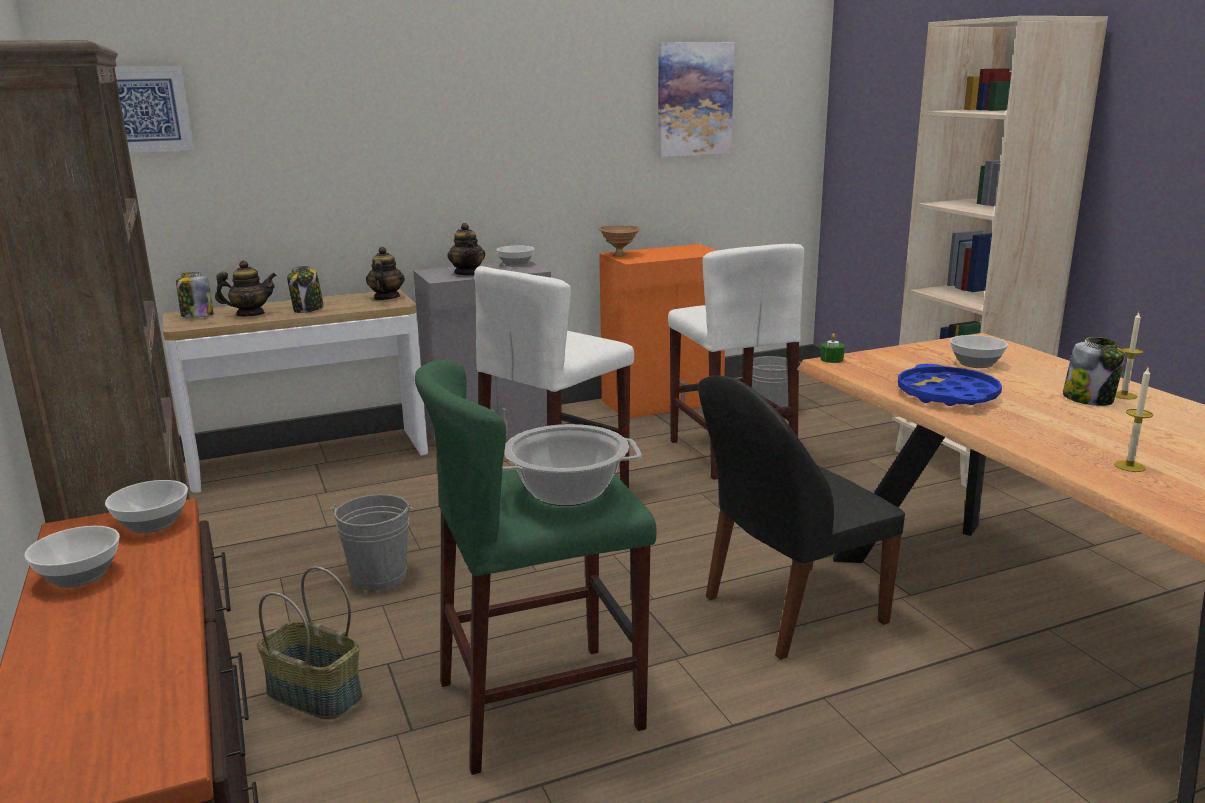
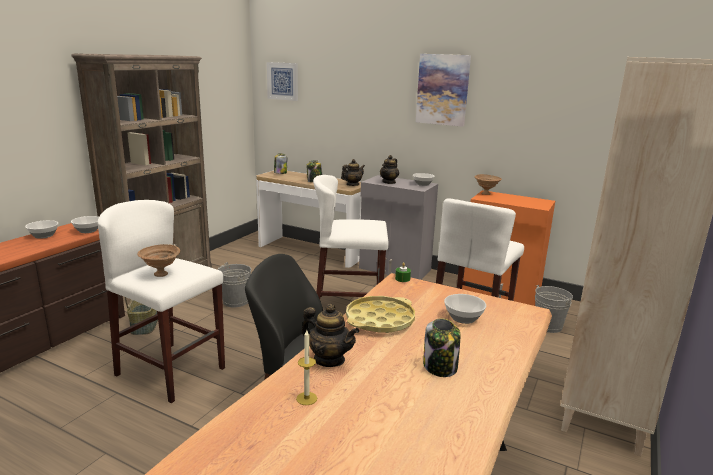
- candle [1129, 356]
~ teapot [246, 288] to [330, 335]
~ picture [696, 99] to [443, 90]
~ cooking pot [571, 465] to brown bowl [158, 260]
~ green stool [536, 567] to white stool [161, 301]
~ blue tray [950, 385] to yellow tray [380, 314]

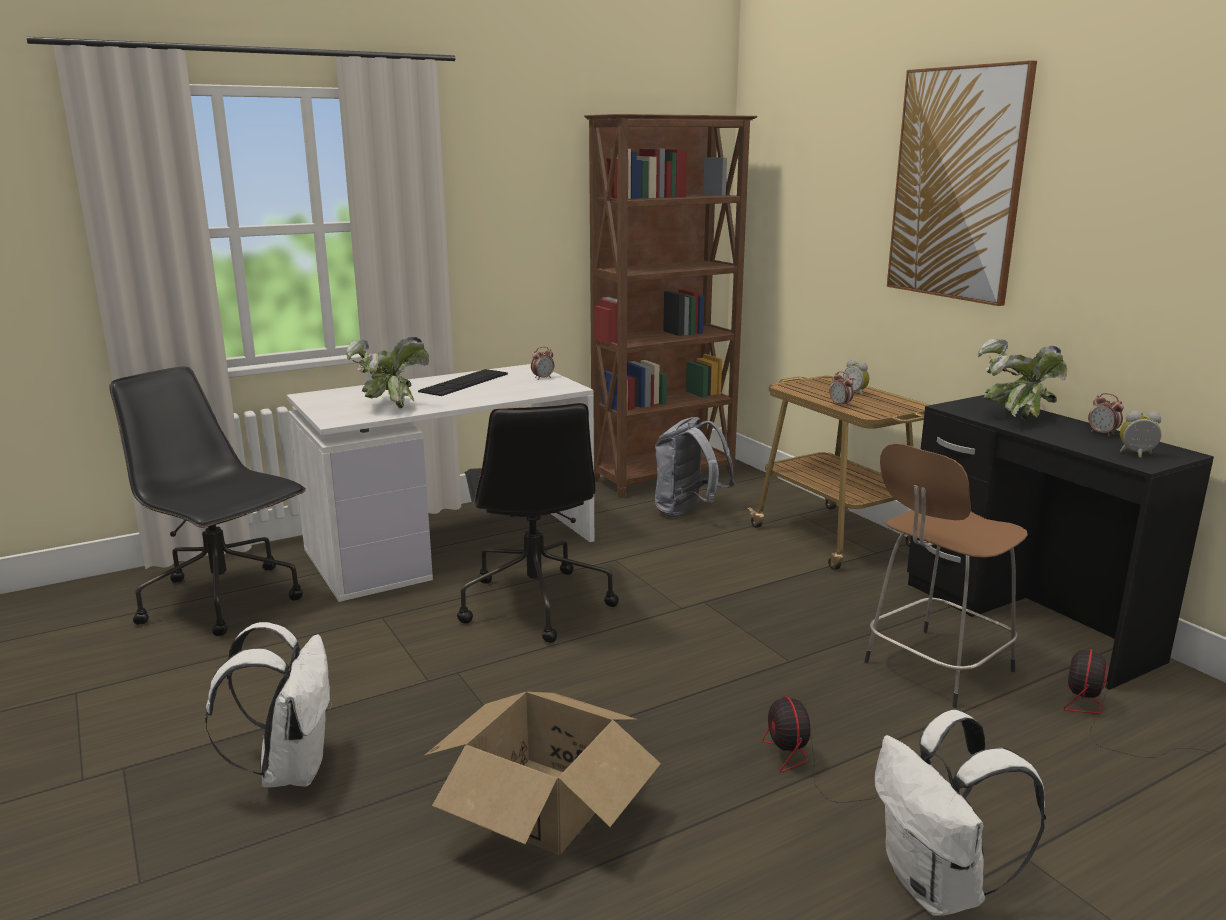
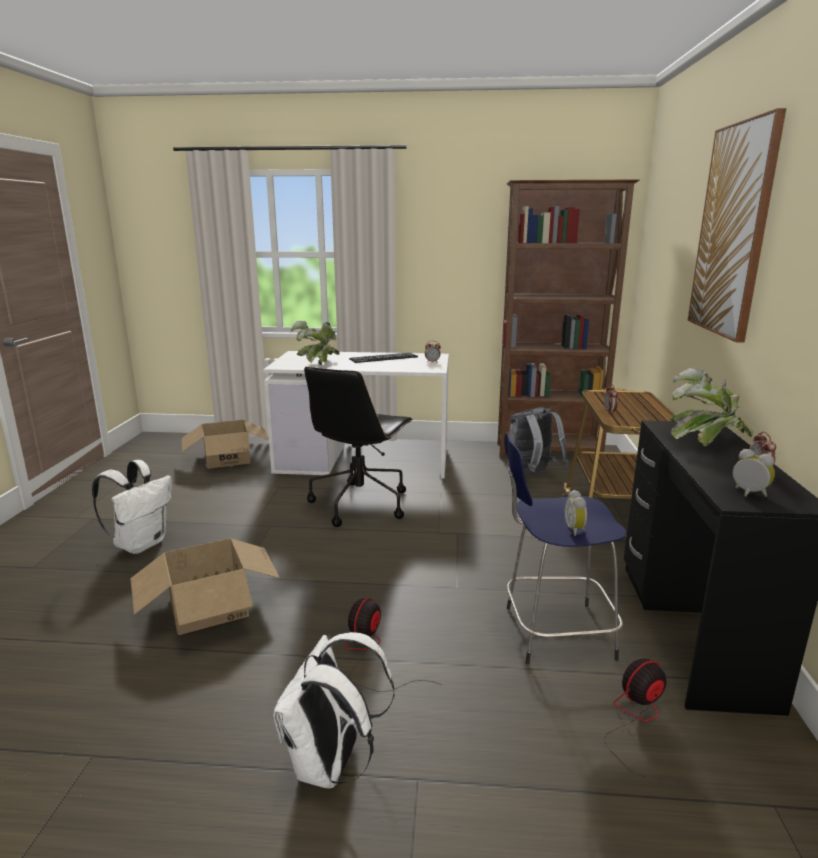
~ alarm clock [856, 378] to [576, 513]
~ black office chair [207, 501] to cardboard box [225, 444]
~ brown stool [946, 575] to blue stool [565, 549]

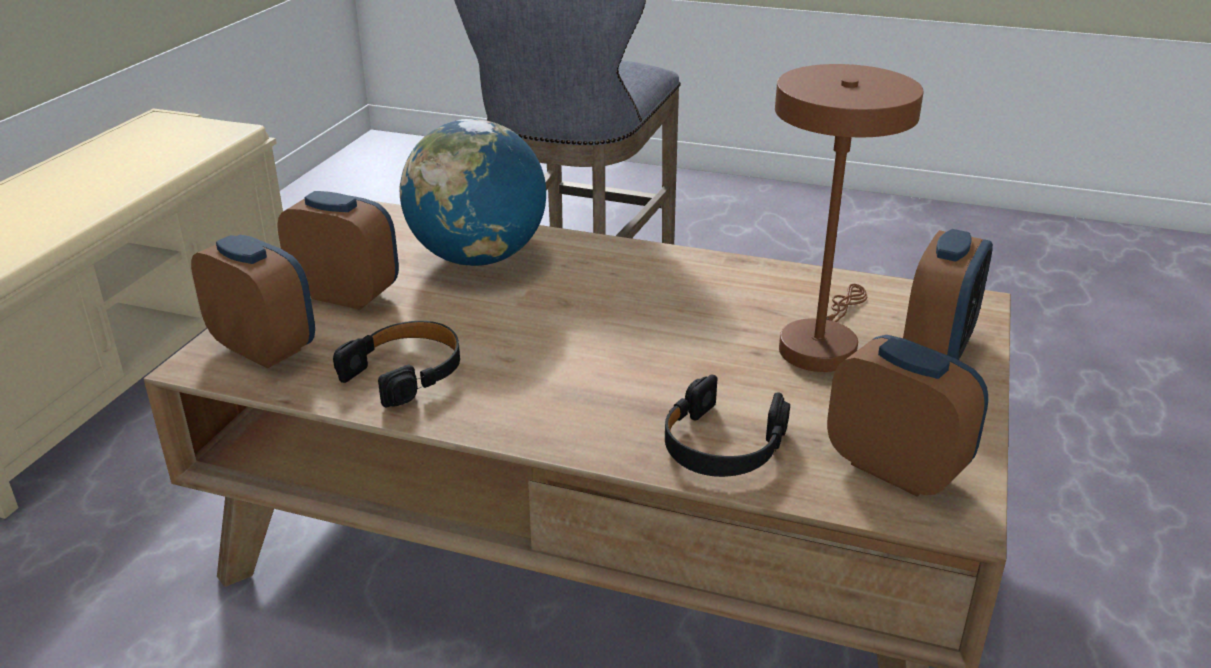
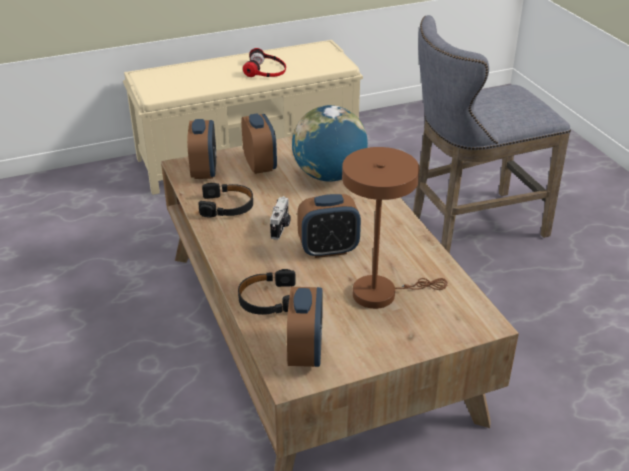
+ headphones [264, 62]
+ photo camera [280, 218]
~ alarm clock [948, 294] to [329, 226]

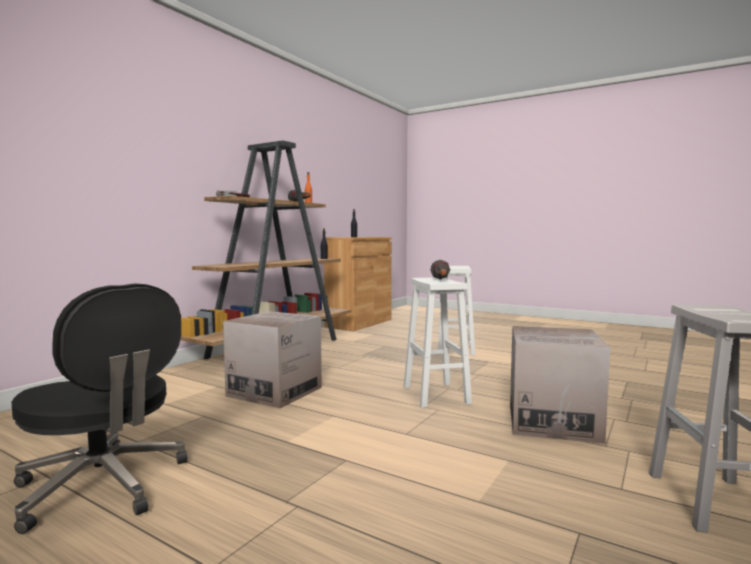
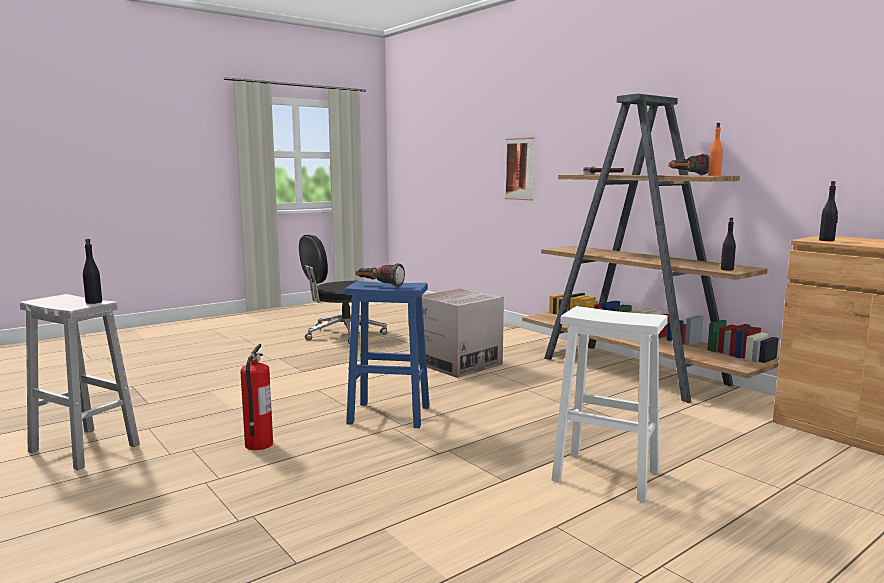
+ black bottle [92, 271]
+ picture [519, 169]
~ cardboard box [560, 385] to fire extinguisher [256, 397]
~ white stool [438, 343] to blue stool [387, 354]

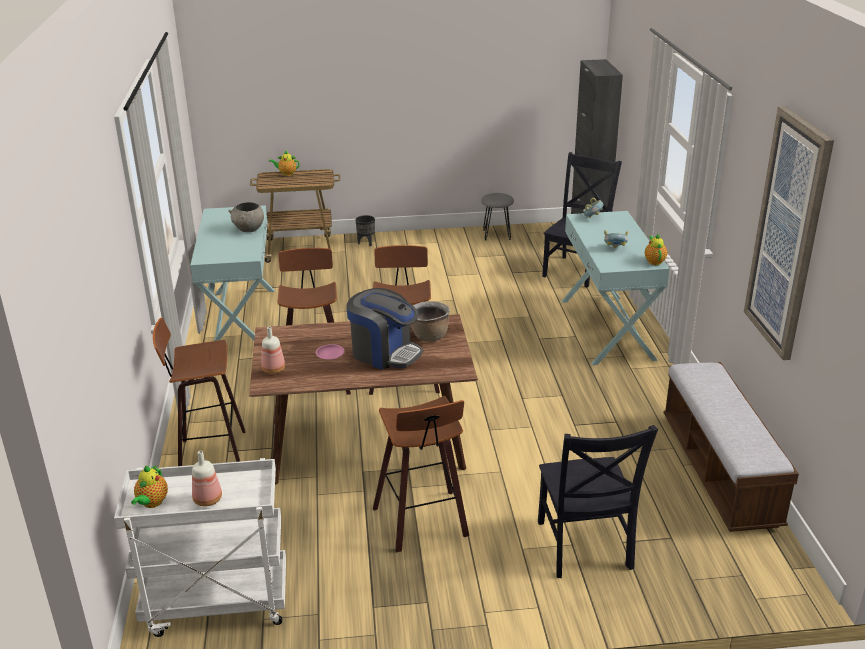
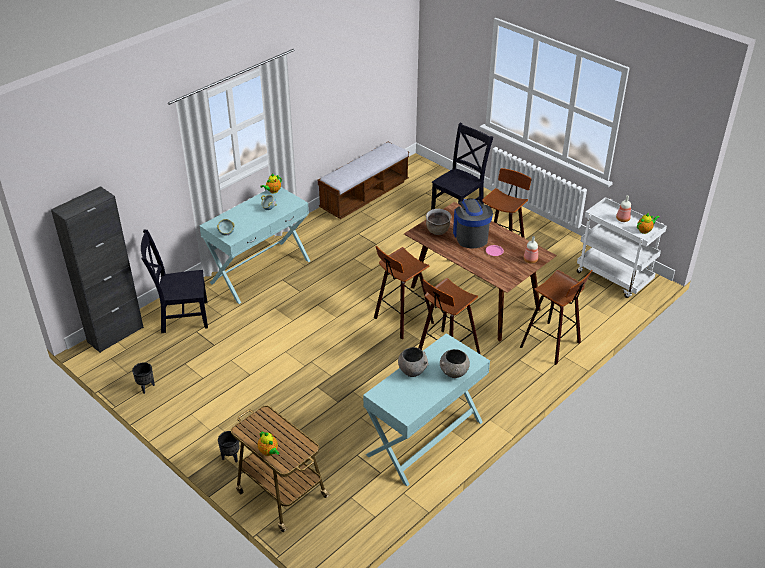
- picture [789, 233]
+ grey bowl [455, 363]
~ grey stool [497, 217] to black planter [143, 378]

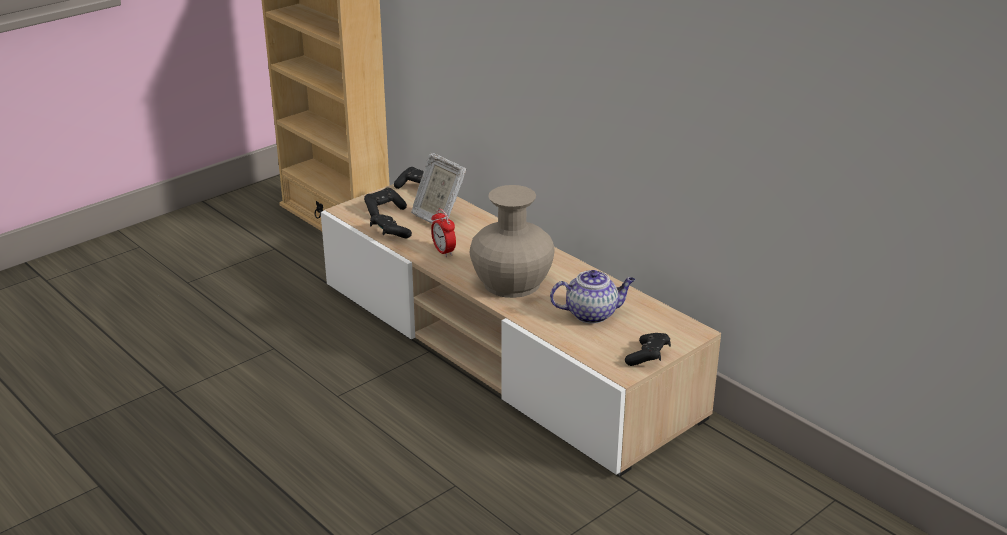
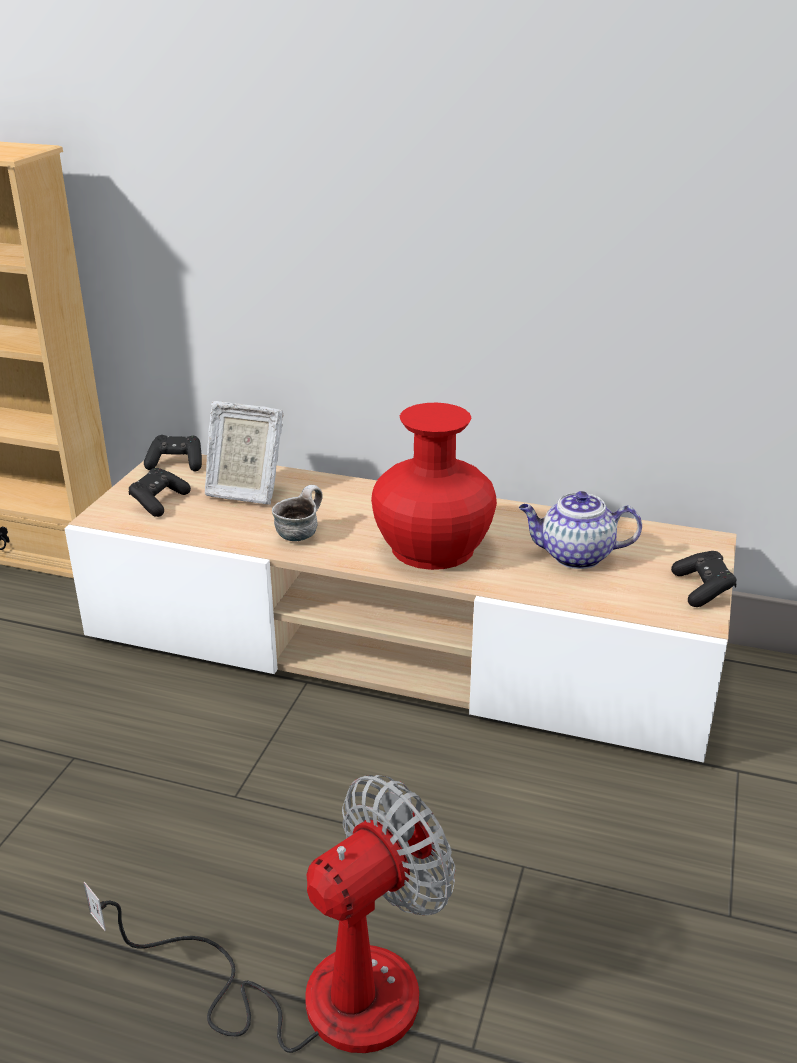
- black game controller [391, 226]
+ fan [269, 914]
~ alarm clock [443, 232] to mug [297, 513]
~ beige vase [512, 241] to red vase [434, 486]
~ teapot [592, 297] = [580, 530] 135 degrees counterclockwise

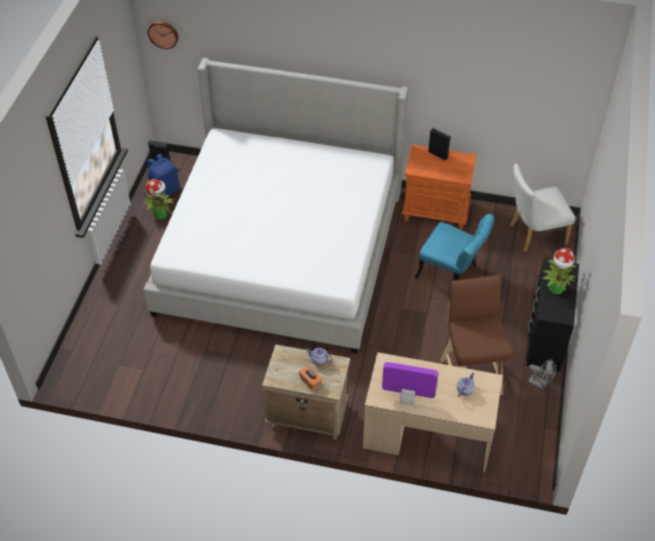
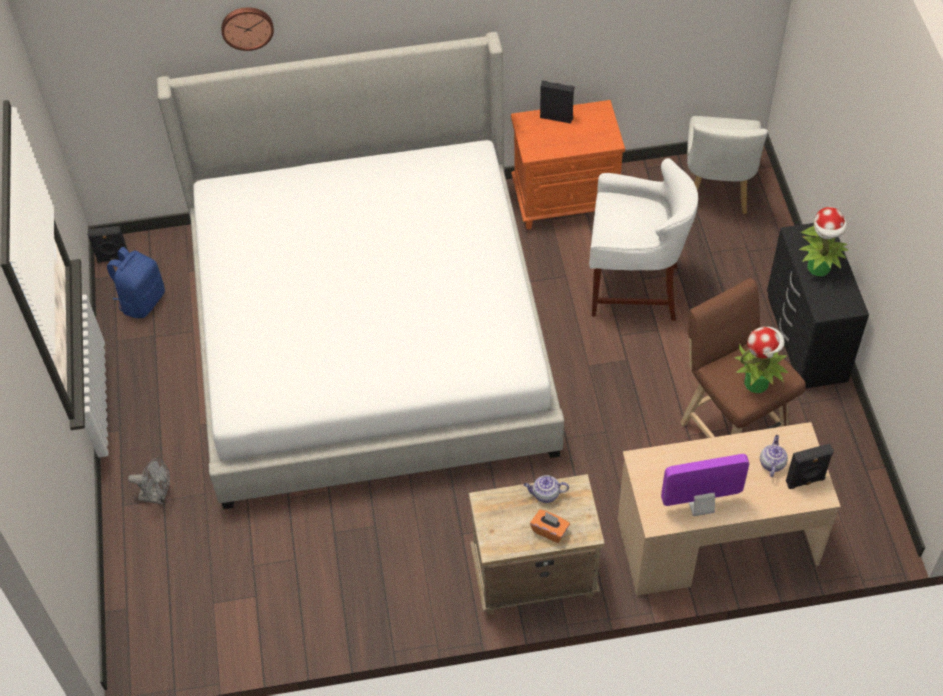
+ black speaker [810, 466]
~ potted plant [158, 199] to [761, 360]
~ wall clock [163, 35] to [247, 29]
~ grey fan [542, 374] to [149, 481]
~ turquoise chair [454, 247] to white stool [643, 239]
~ white chair [542, 207] = [727, 165] 45 degrees counterclockwise

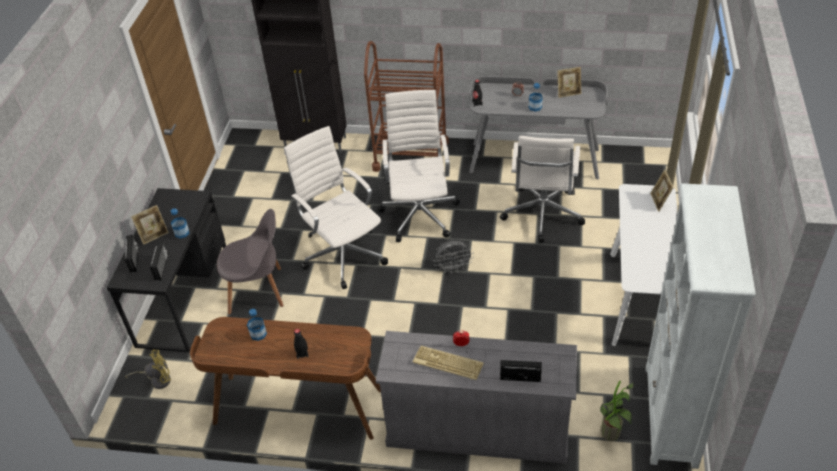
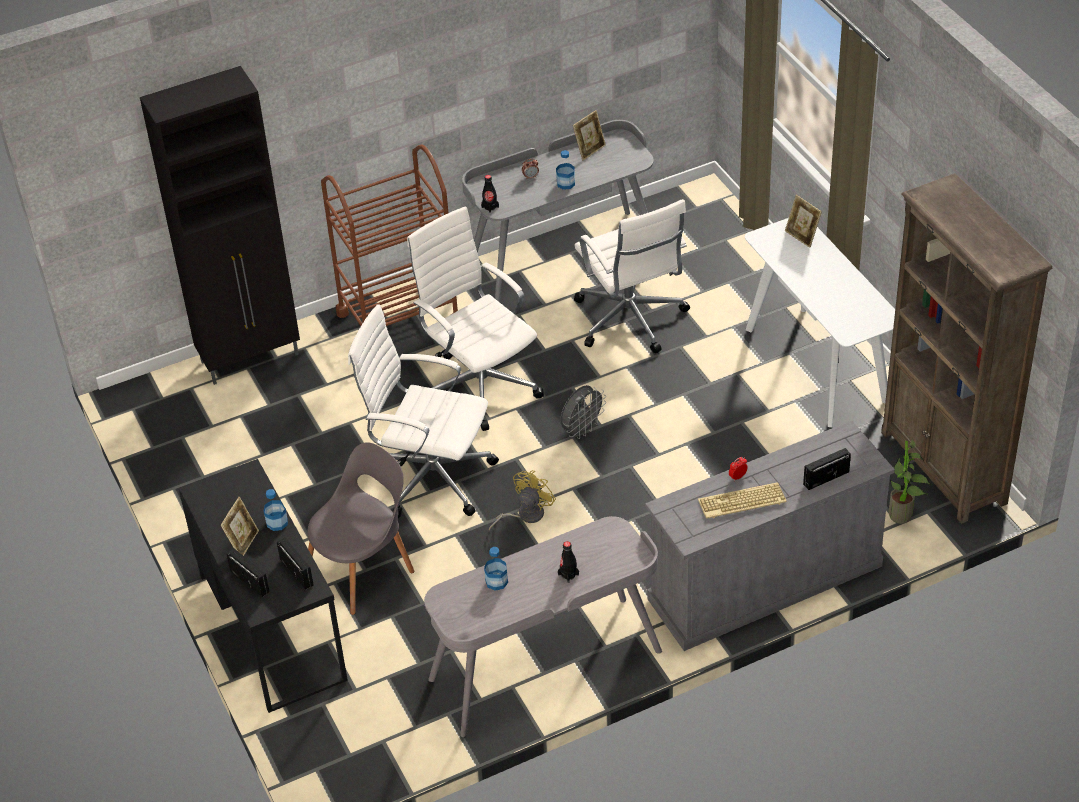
~ yellow fan [148, 369] to [522, 500]
~ brown desk [285, 378] to grey desk [543, 626]
~ white bookcase [700, 326] to brown bookcase [966, 348]

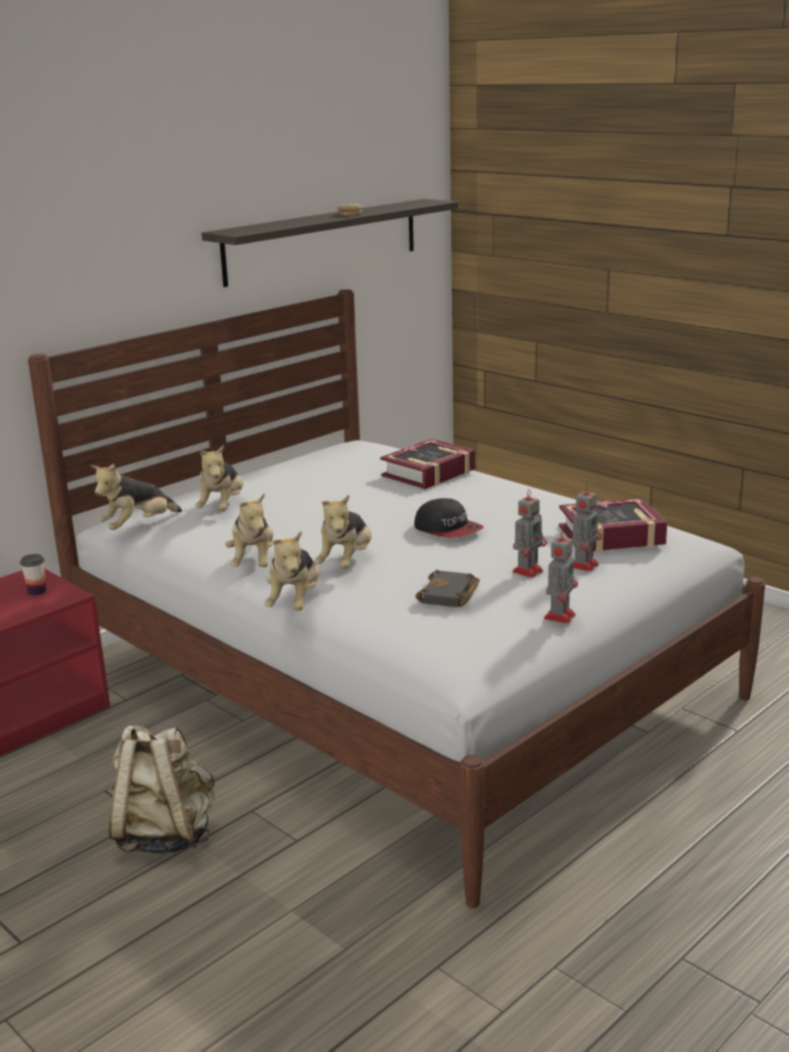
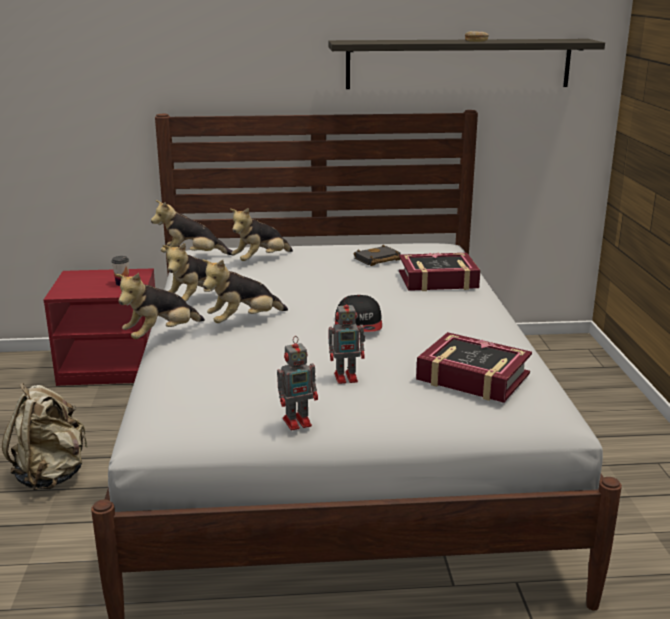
- toy robot [586, 528]
~ black book [447, 588] to [377, 255]

